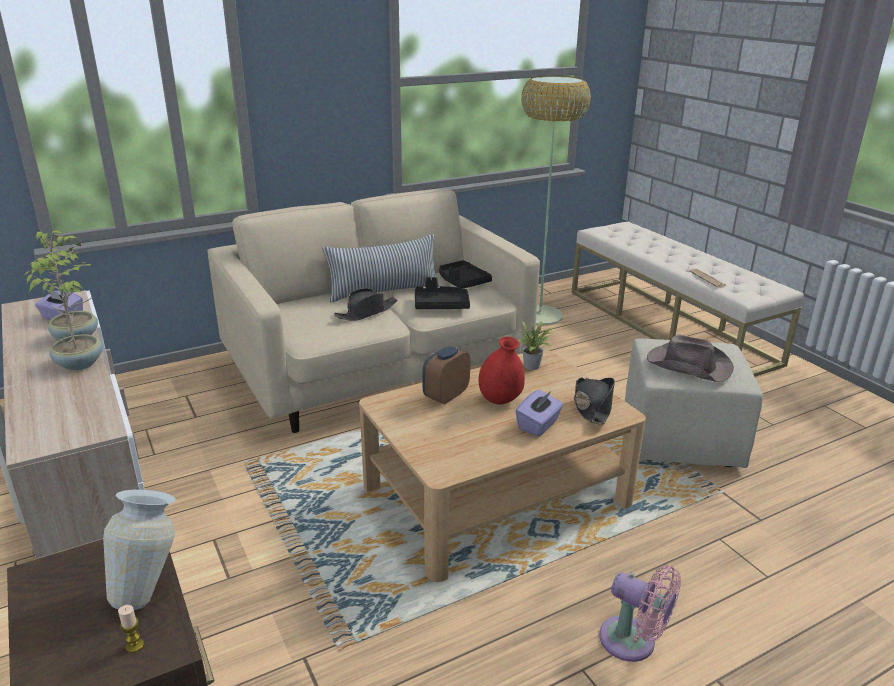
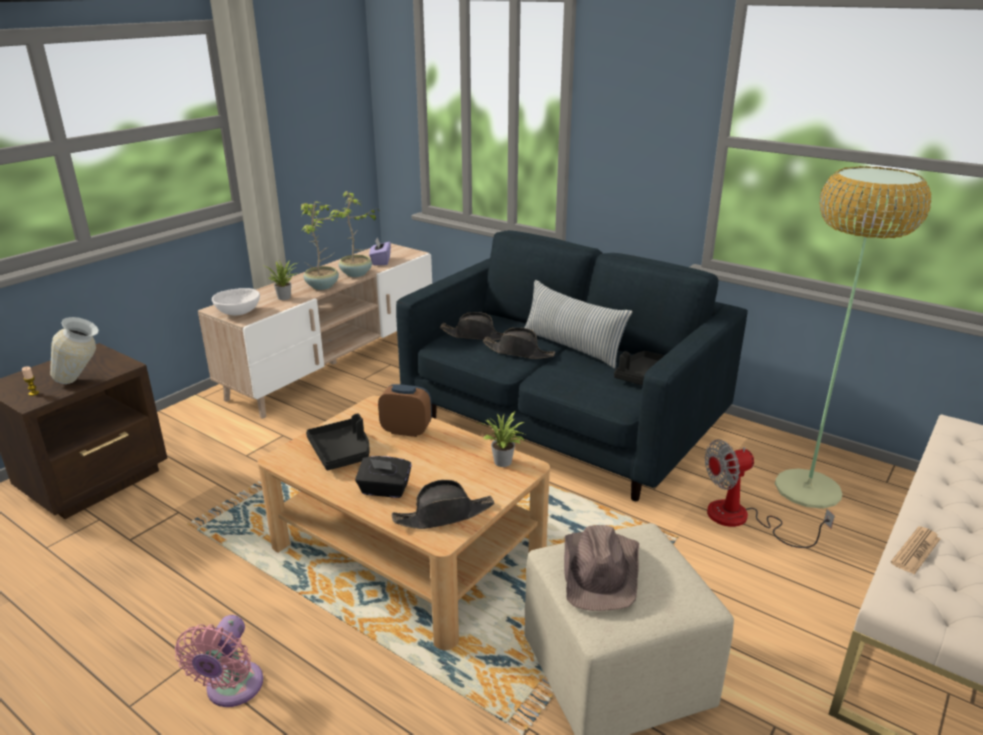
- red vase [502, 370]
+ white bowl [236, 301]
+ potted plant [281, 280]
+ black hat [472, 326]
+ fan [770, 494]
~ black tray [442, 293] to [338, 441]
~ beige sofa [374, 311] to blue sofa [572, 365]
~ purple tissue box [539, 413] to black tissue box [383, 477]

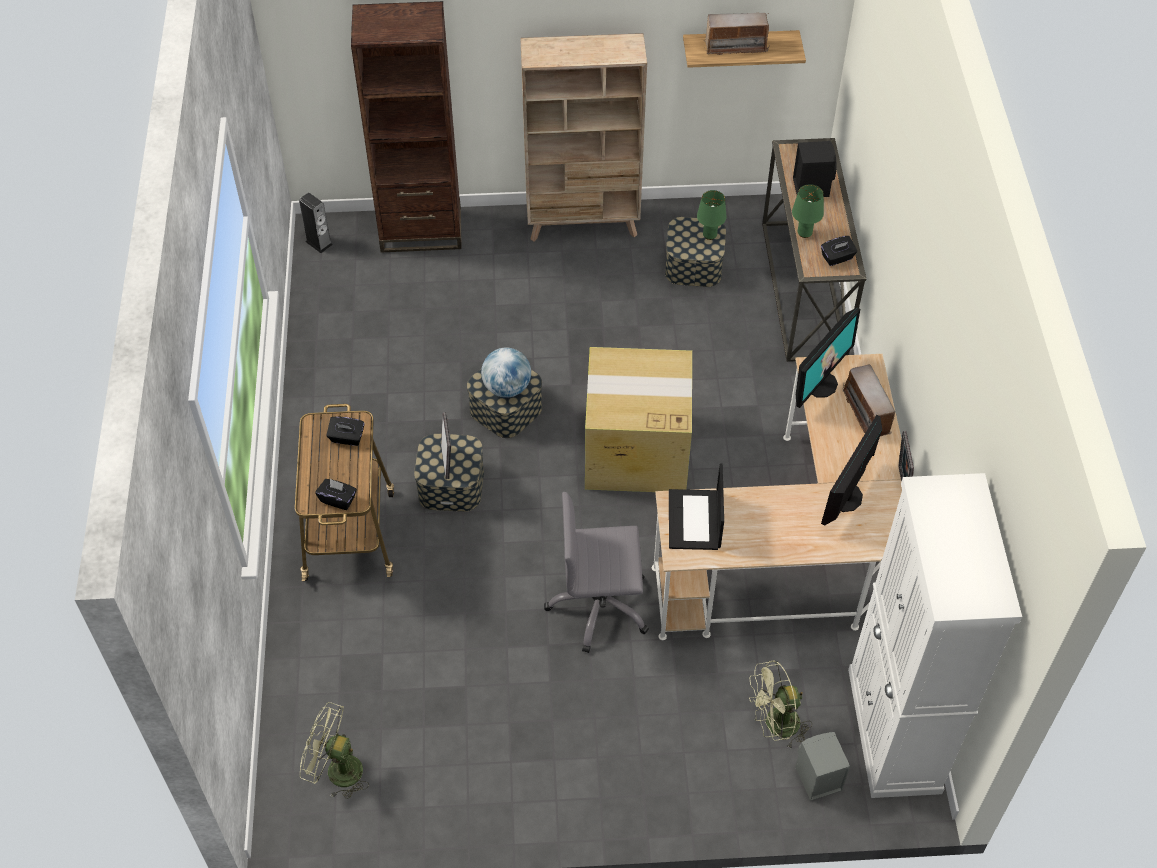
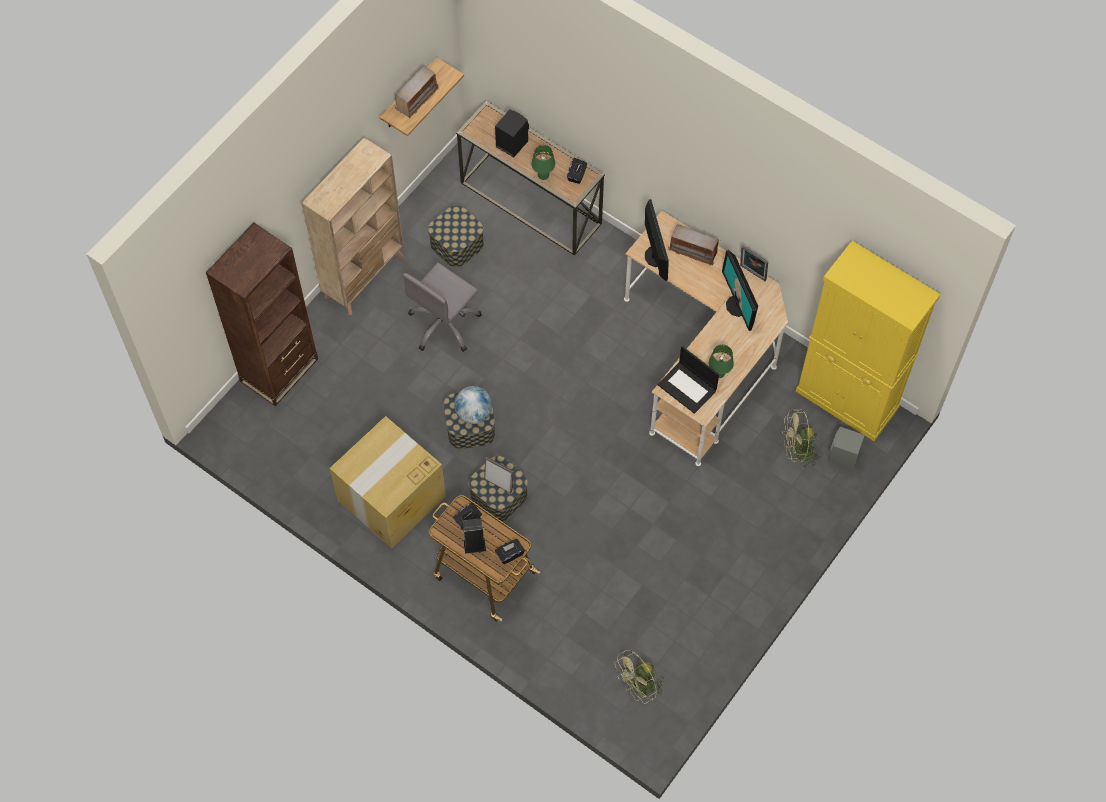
~ speaker [316, 223] to [474, 536]
~ grey office chair [596, 572] to [442, 307]
~ cardboard box [638, 419] to [388, 482]
~ green table lamp [711, 215] to [721, 361]
~ white cabinet [935, 635] to yellow cabinet [868, 341]
~ green fan [780, 704] = [802, 438] 60 degrees clockwise

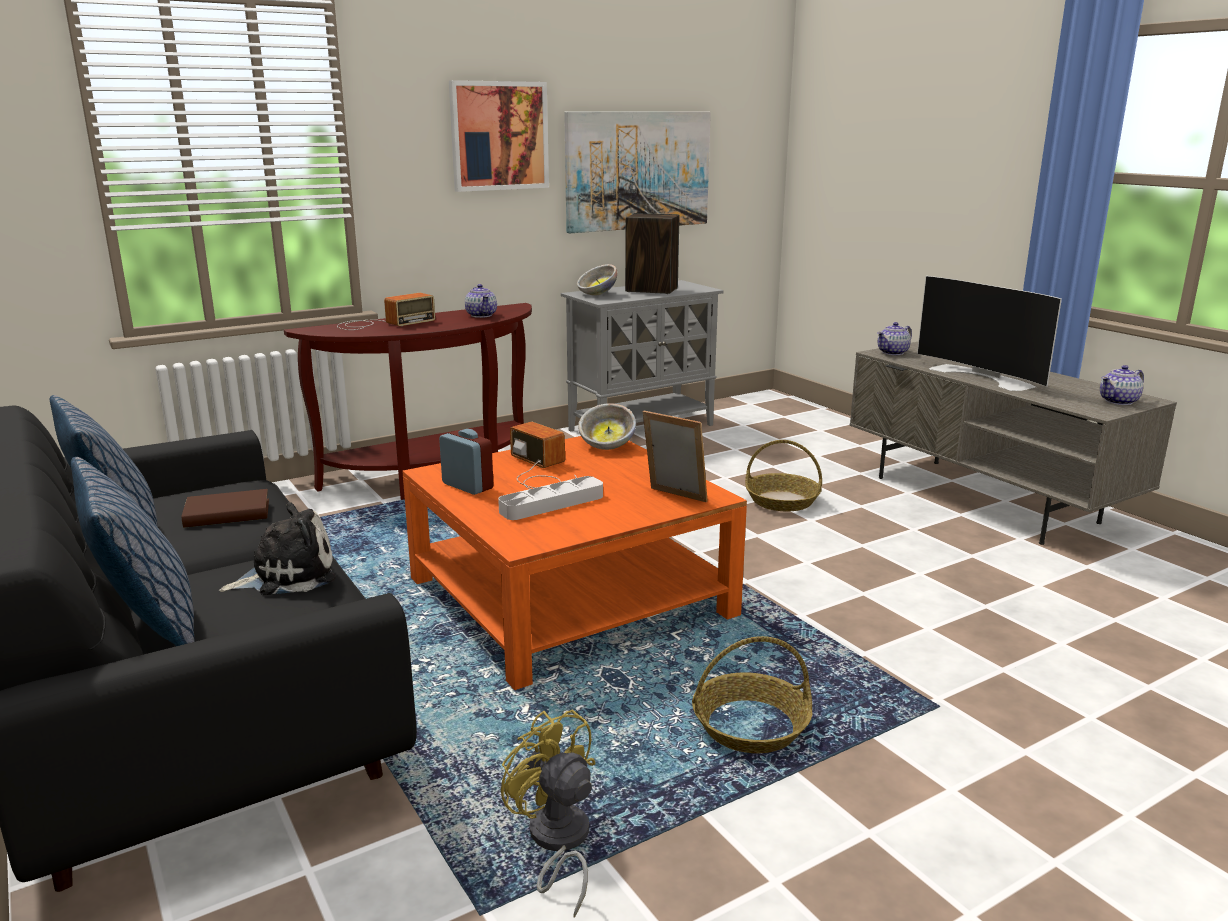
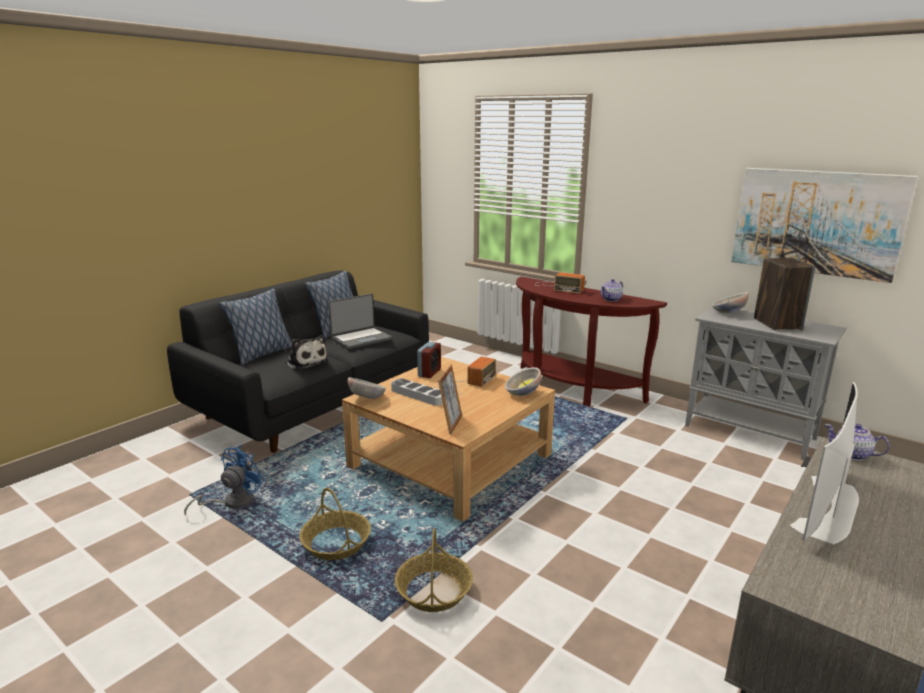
- picture [499, 136]
- teapot [1122, 385]
+ bowl [366, 388]
~ basket [783, 476] to [434, 570]
~ brown book [225, 508] to laptop [360, 321]
~ orange coffee table [574, 563] to beige coffee table [448, 439]
~ yellow fan [548, 814] to blue fan [224, 480]

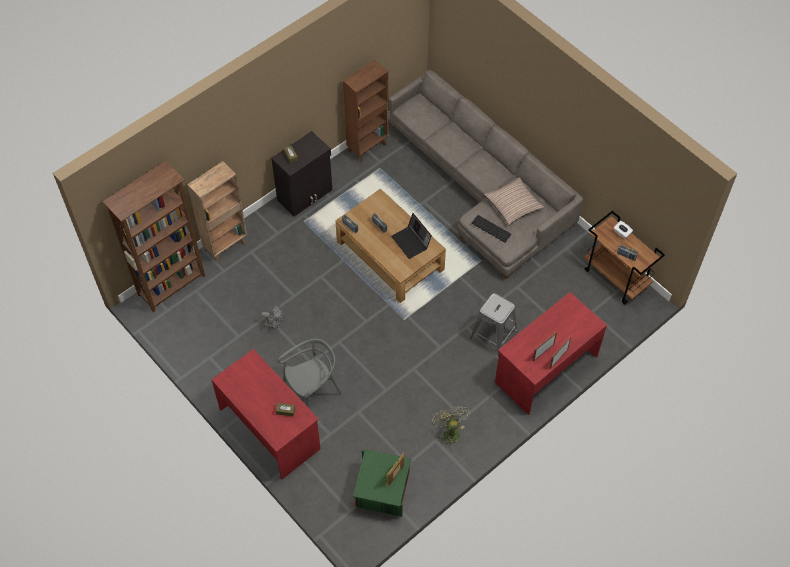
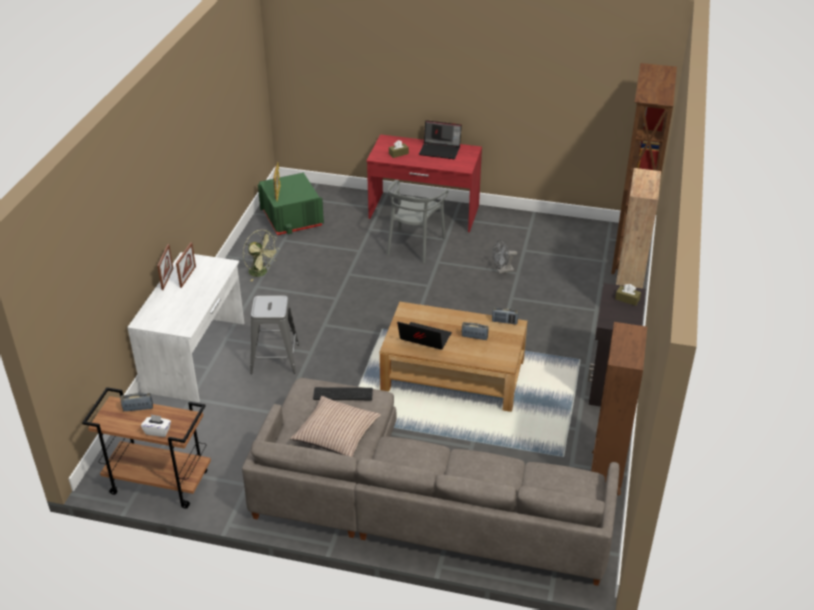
+ laptop [440, 139]
~ red desk [551, 353] to white desk [185, 327]

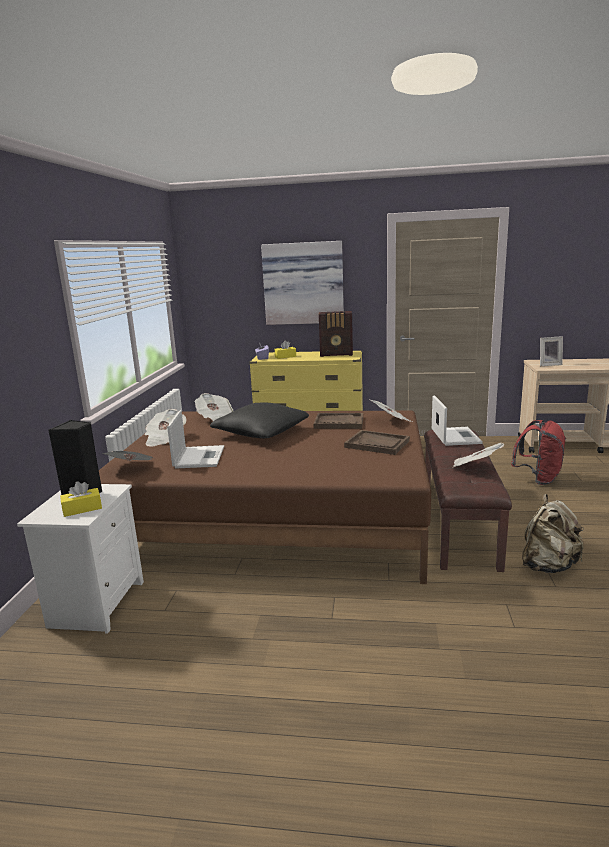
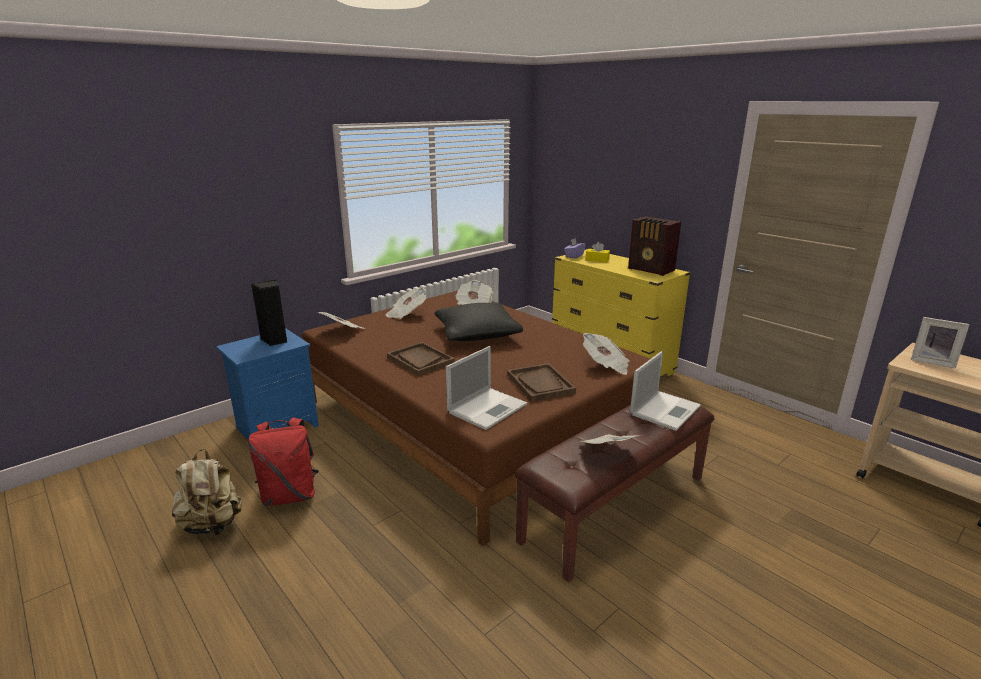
- yellow tissue box [81, 499]
- picture [302, 283]
~ laptop [195, 439] to [486, 388]
~ brown tray [338, 421] to [421, 359]
~ red backpack [538, 452] to [283, 461]
~ beige backpack [553, 533] to [207, 492]
~ white nightstand [80, 559] to blue nightstand [267, 385]

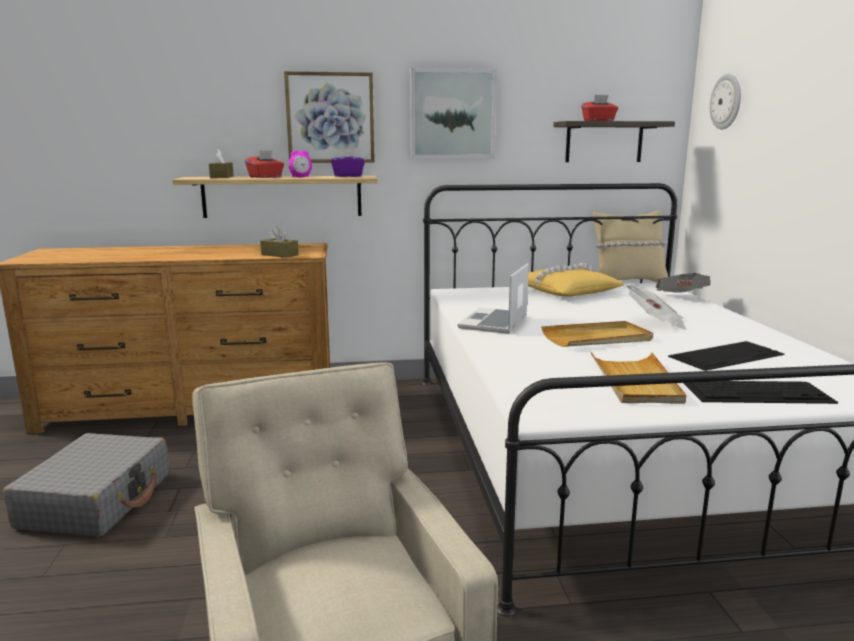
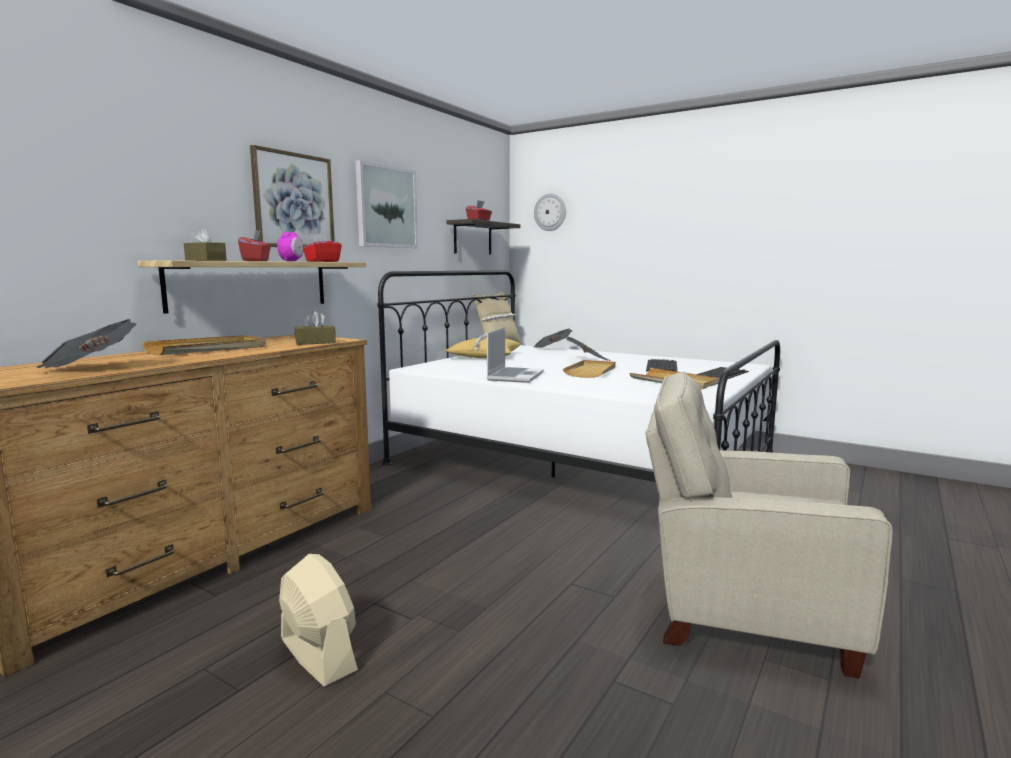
+ newspaper [86, 343]
+ beige tray [204, 345]
~ grey suitcase [86, 485] to beige fan [318, 620]
~ purple tissue box [348, 163] to red tissue box [322, 248]
~ laptop [493, 298] = [515, 355] 135 degrees counterclockwise

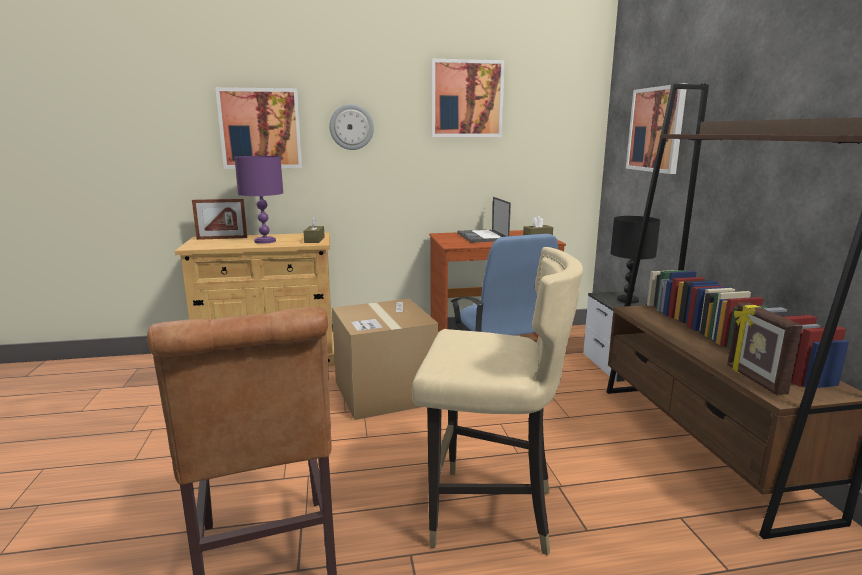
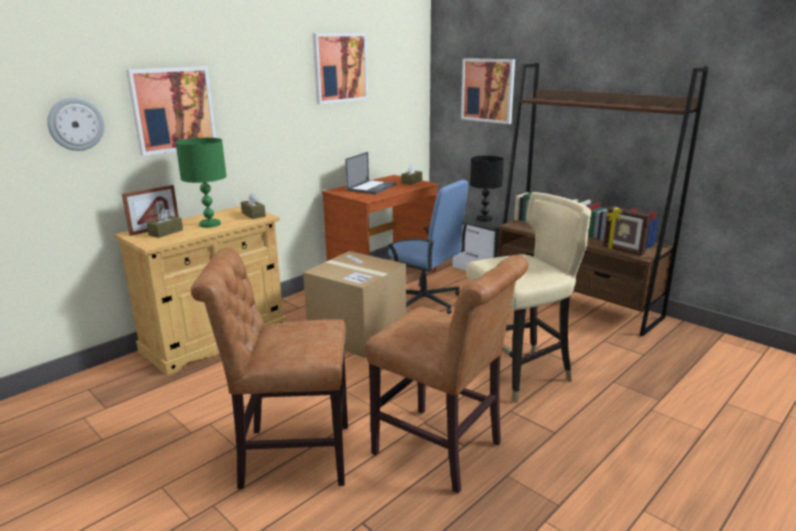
+ brown tissue box [165, 223]
+ brown chair [269, 368]
~ wall clock [351, 127] to [75, 124]
~ purple table lamp [258, 200] to green table lamp [201, 183]
~ laptop [484, 220] = [371, 173] 105 degrees counterclockwise

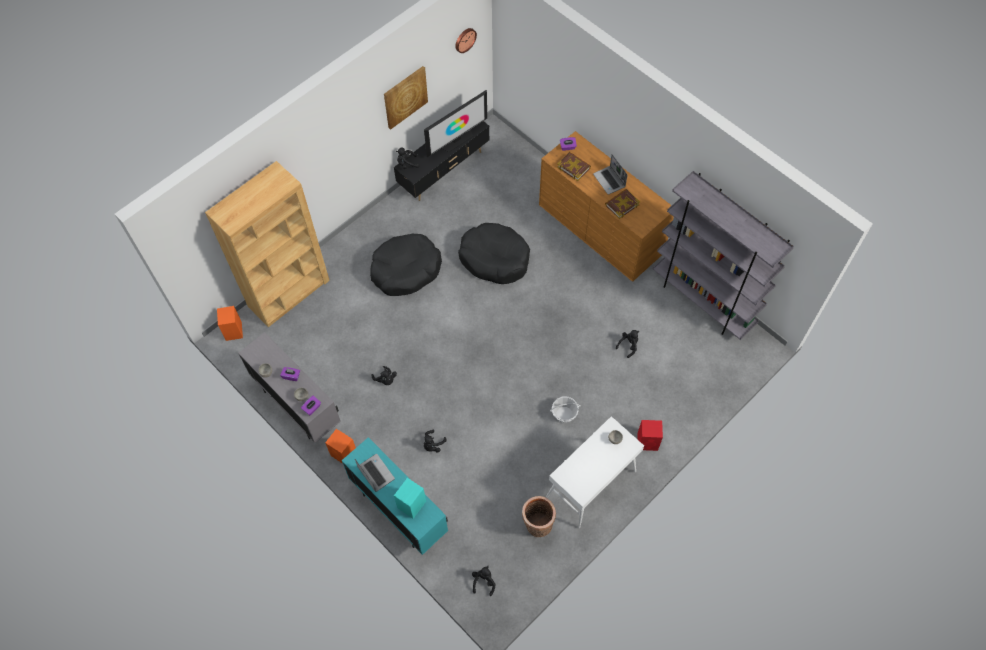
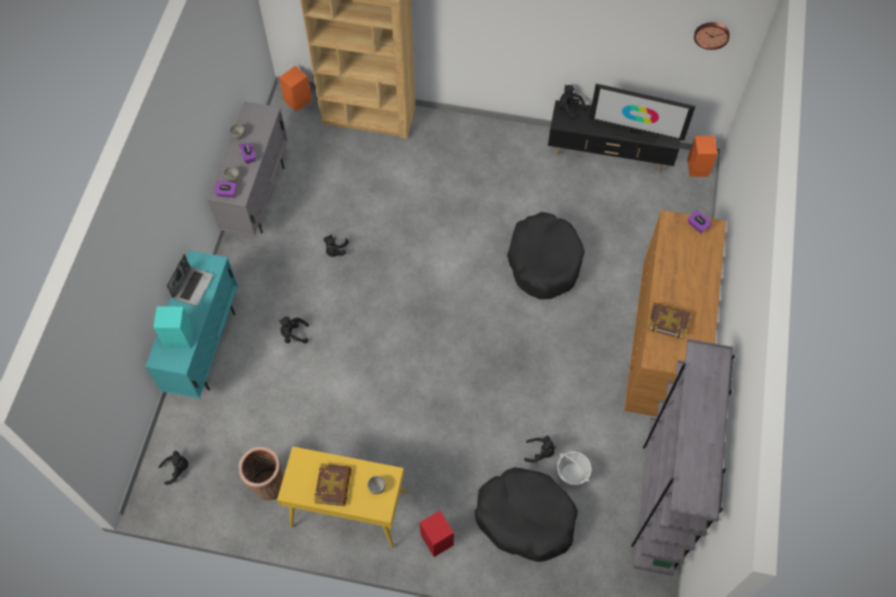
- picture [406, 98]
- laptop [610, 175]
~ orange speaker [340, 446] to [702, 156]
~ black dog bed [406, 265] to [526, 515]
~ basket [565, 410] to [574, 468]
~ book [574, 166] to [333, 484]
~ white console table [595, 472] to yellow console table [341, 497]

